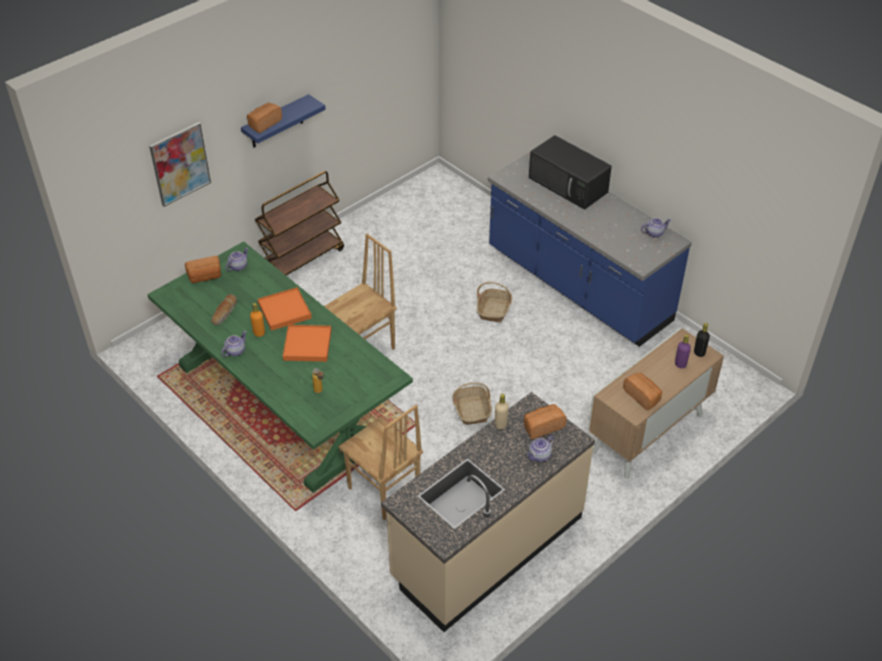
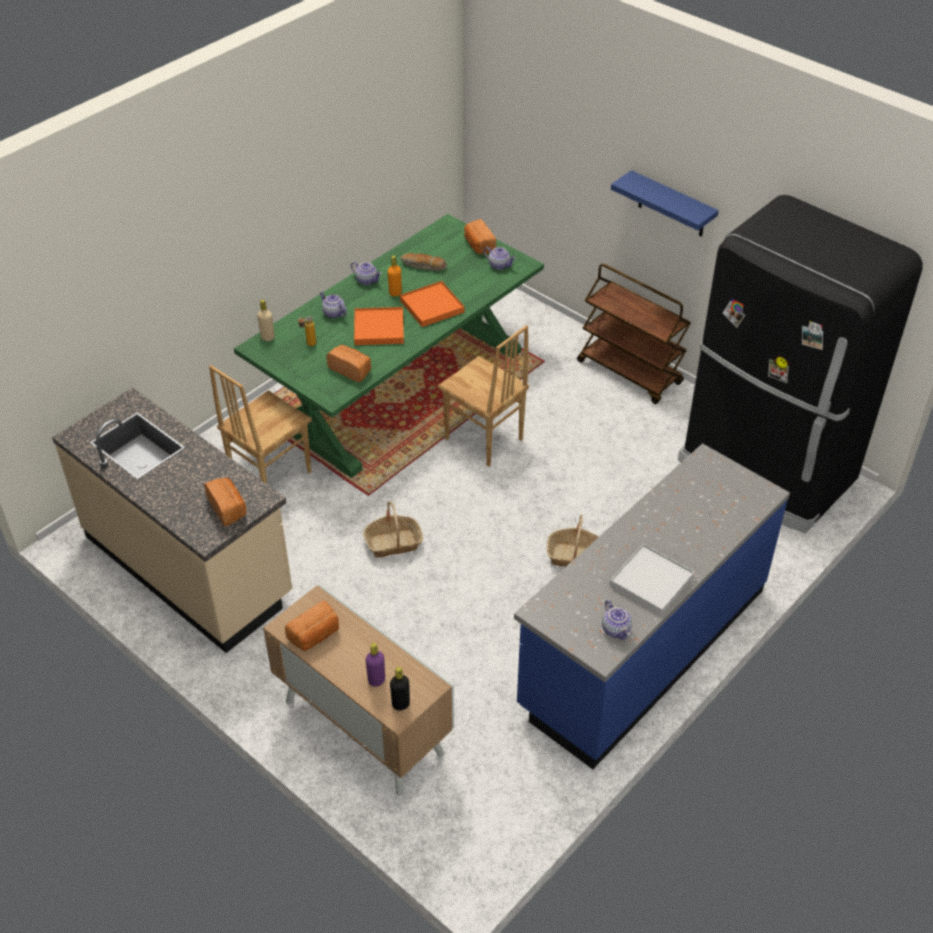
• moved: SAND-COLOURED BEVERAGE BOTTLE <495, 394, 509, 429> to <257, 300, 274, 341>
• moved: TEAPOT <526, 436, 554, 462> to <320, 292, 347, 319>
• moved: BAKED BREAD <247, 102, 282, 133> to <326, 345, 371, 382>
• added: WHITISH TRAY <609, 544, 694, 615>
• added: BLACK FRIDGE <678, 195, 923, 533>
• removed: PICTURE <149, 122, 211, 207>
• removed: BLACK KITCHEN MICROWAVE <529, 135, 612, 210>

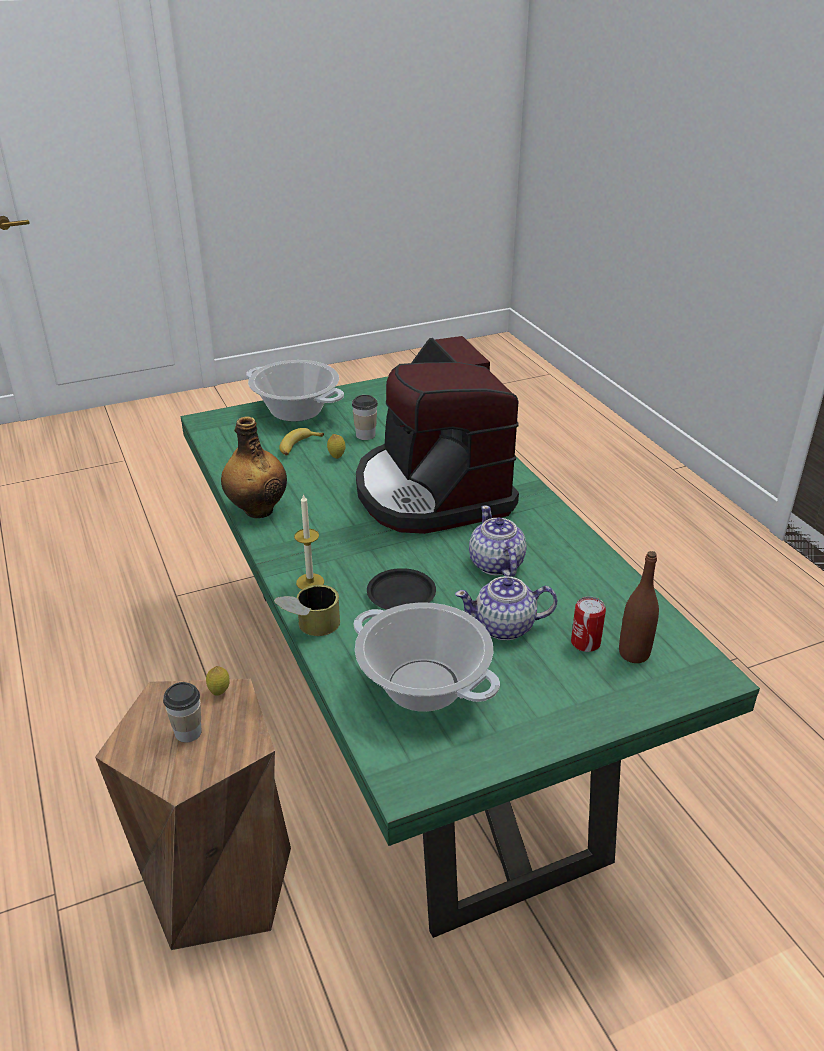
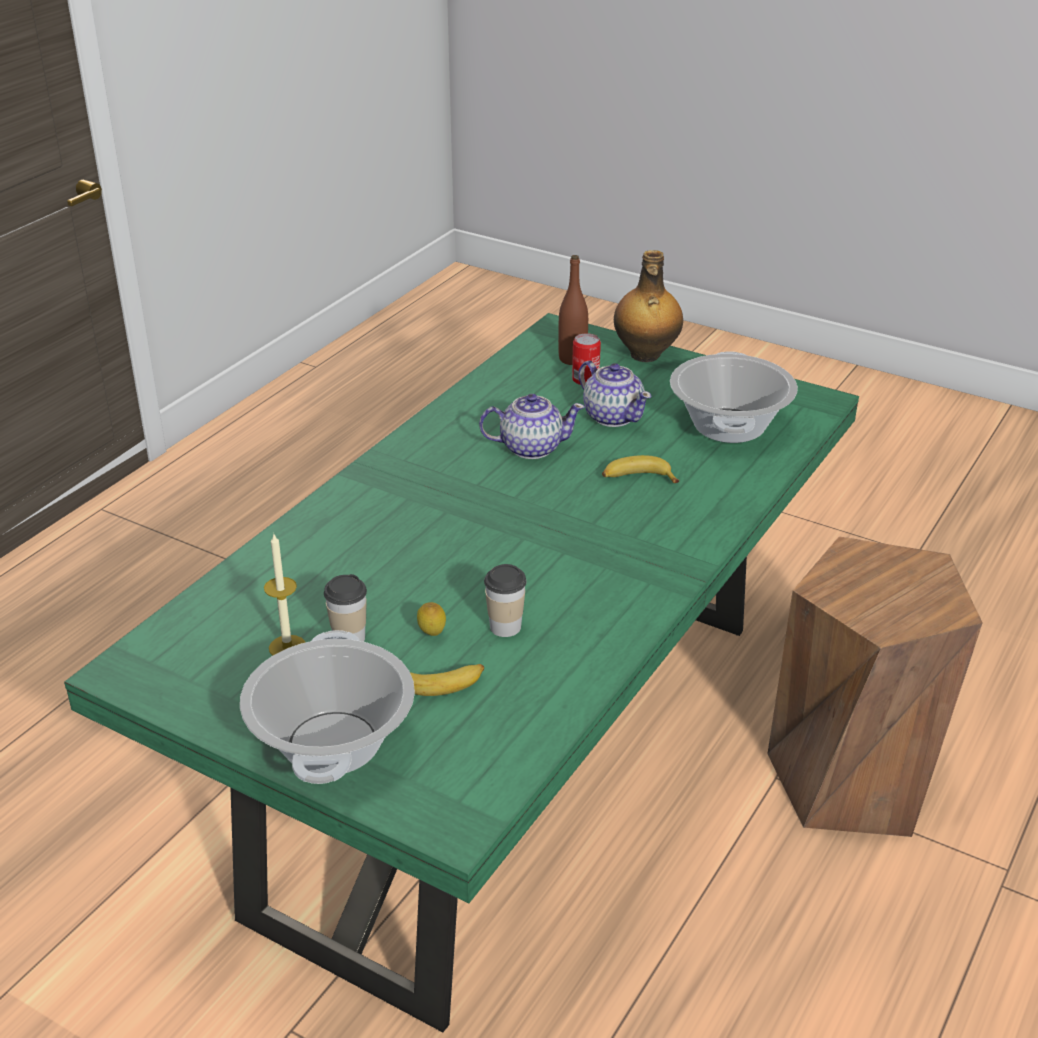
• moved: WAX CANDLE <294, 493, 324, 590> to <264, 534, 305, 656>
• turned: TEAPOT <469, 505, 527, 577> = <479, 394, 585, 459> 135 degrees counterclockwise
• moved: CUP <163, 682, 202, 743> to <484, 564, 527, 637>
• replaced: BLACK FLAT DISH <367, 568, 436, 610> to BANANA <602, 455, 679, 483>
• moved: BEVERAGE BOTTLE <221, 416, 287, 518> to <614, 250, 683, 362>
• removed: WHOLE LEMON <206, 666, 230, 696>
• removed: METAL CAN <274, 585, 340, 636>
• removed: COFFEE BREWER <356, 336, 519, 534>

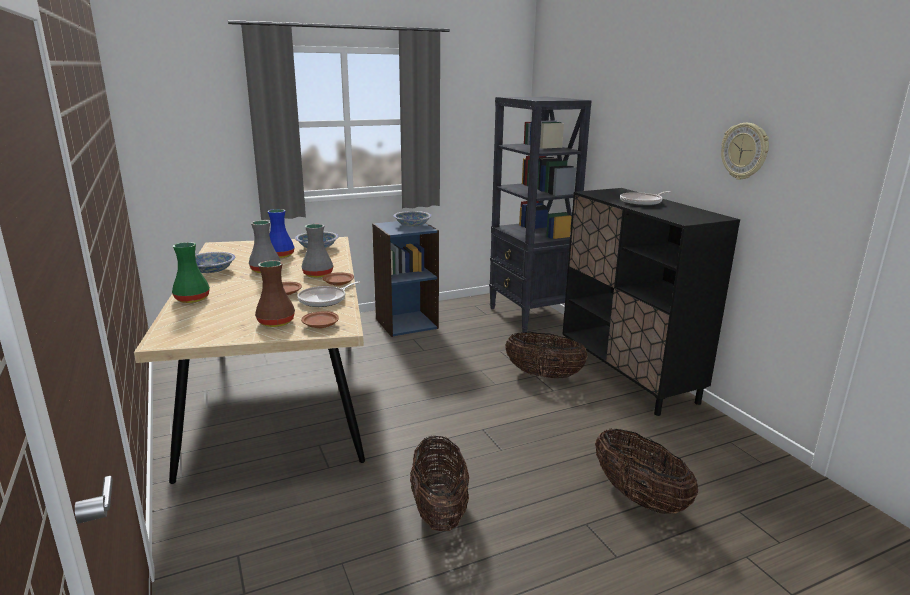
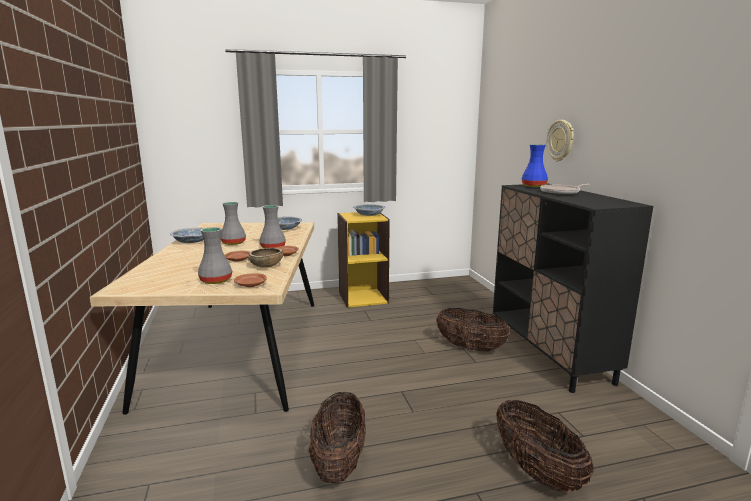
• recoloured: BROWN VASE <255, 260, 295, 327> to GREY VASE <198, 227, 232, 284>
• replaced: PAN <297, 281, 360, 307> to BROWN BOWL <248, 248, 284, 268>
• recoloured: BLUE-COLOURED SHELVING UNIT <372, 221, 439, 337> to YELLOW-COLOURED SHELVING UNIT <337, 212, 390, 308>
• moved: BLUE-COLOURED VASE <268, 209, 295, 258> to <521, 144, 548, 187>
• moved: CLOCK ON THE WALL <721, 123, 769, 180> to <547, 120, 574, 161>
• removed: GREEN-COLOURED VASE <172, 242, 210, 303>
• removed: BLACK SHELVING UNIT <489, 97, 592, 332>

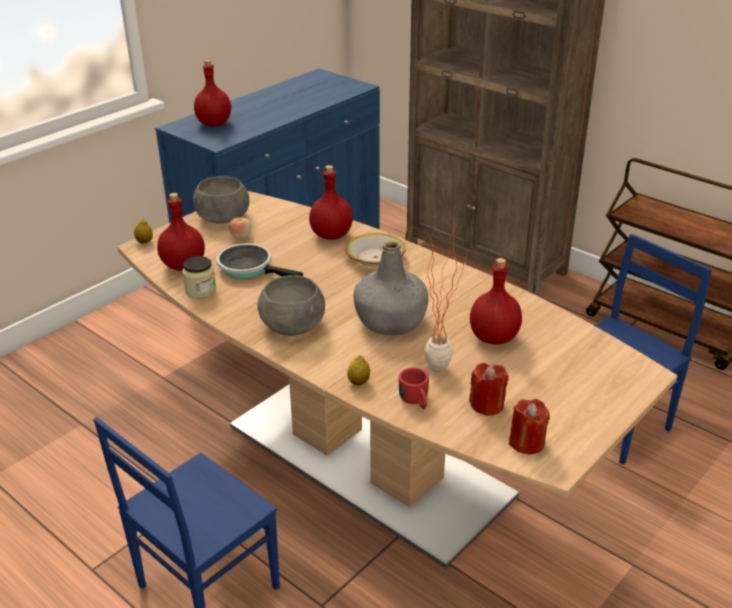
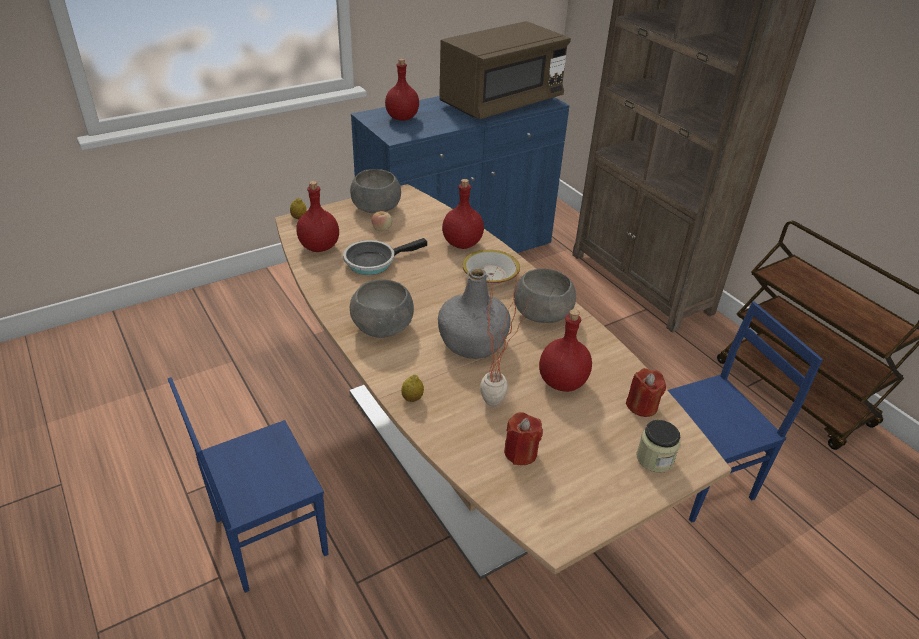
• turned: PAN <216, 243, 303, 279> = <343, 238, 427, 275> 75 degrees counterclockwise
• added: BROWN KITCHEN MICROWAVE <439, 21, 571, 119>
• added: GREY BOWL <514, 269, 576, 323>
• moved: RED WAX CANDLE <509, 399, 550, 454> to <626, 368, 666, 417>
• moved: STORAGE JAR <182, 256, 216, 299> to <637, 420, 680, 473>
• removed: RED TEA MUG <399, 368, 429, 409>

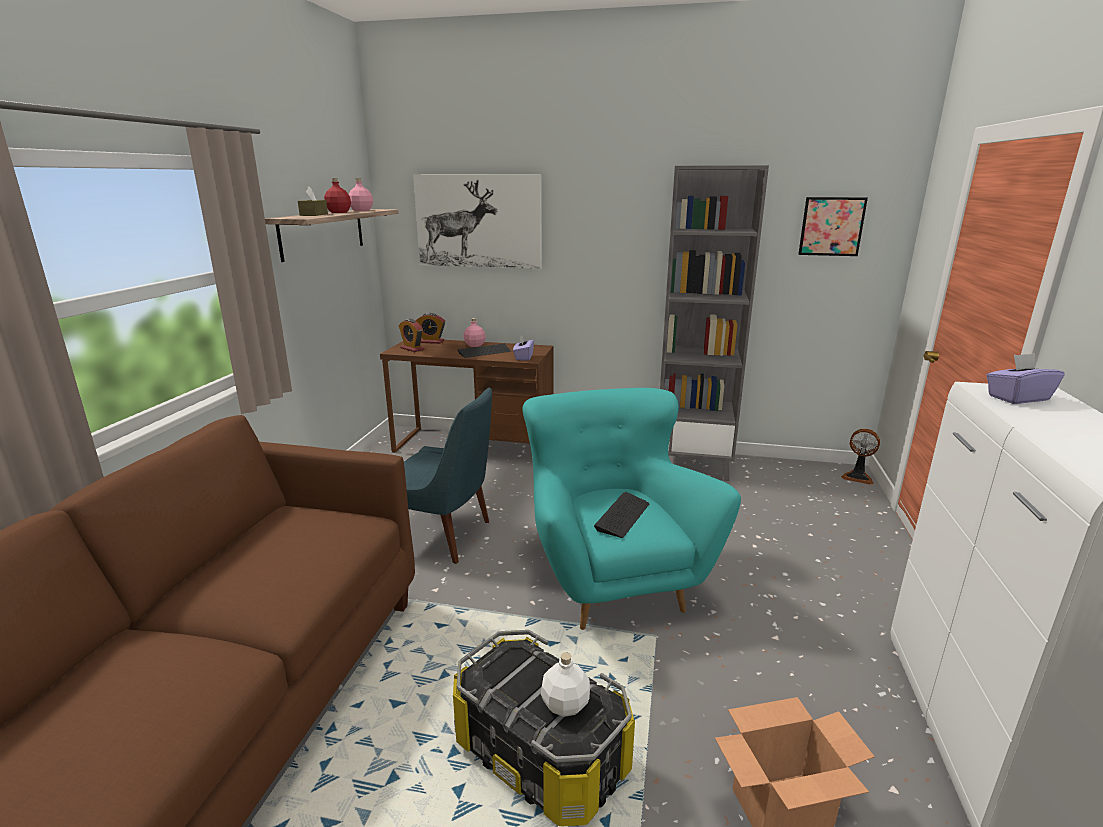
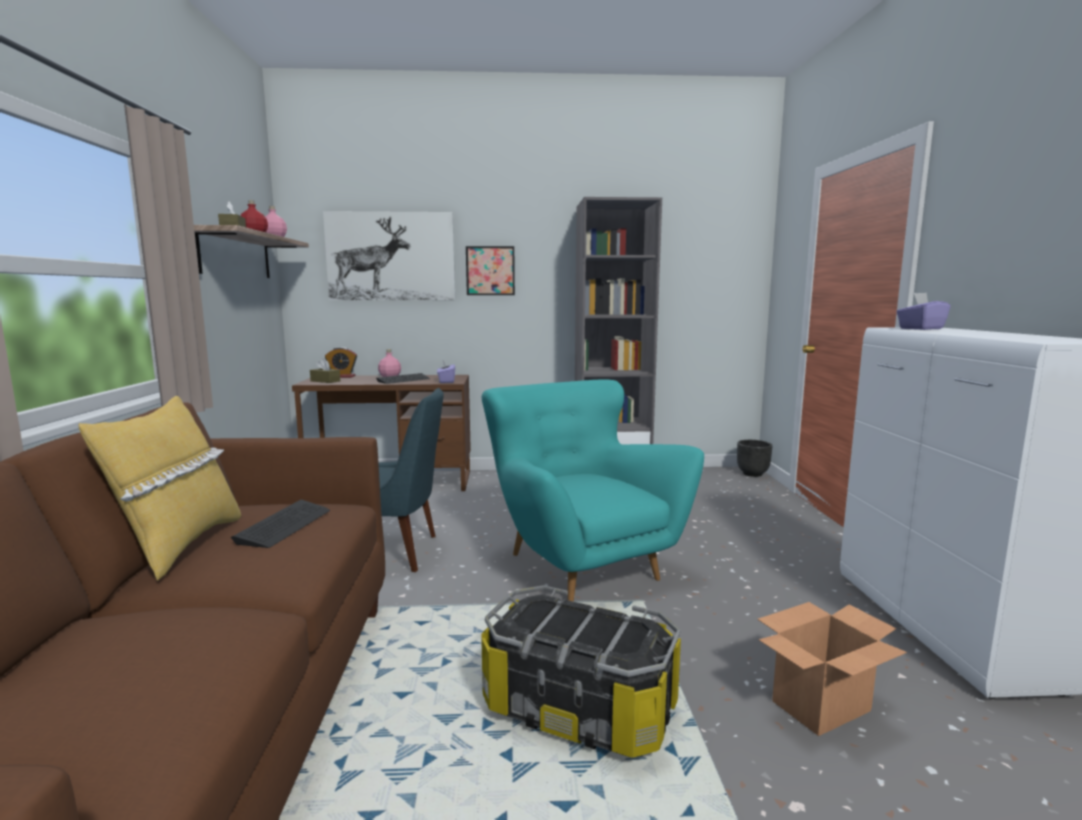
• added: YELLOW-COLOURED THROW PILLOW <79, 396, 241, 581>
• moved: KEYBOARD <594, 492, 649, 538> to <231, 500, 330, 548>
• replaced: TABLE CLOCK <399, 319, 425, 352> to BROWN TISSUE HOLDER <310, 359, 340, 383>
• moved: PICTURE <798, 197, 868, 256> to <466, 246, 515, 295>
• replaced: ELECTRIC FAN <841, 429, 880, 485> to BLACK PLANT POT <737, 440, 772, 477>
• removed: WHITISH BEVERAGE BOTTLE <541, 652, 590, 717>

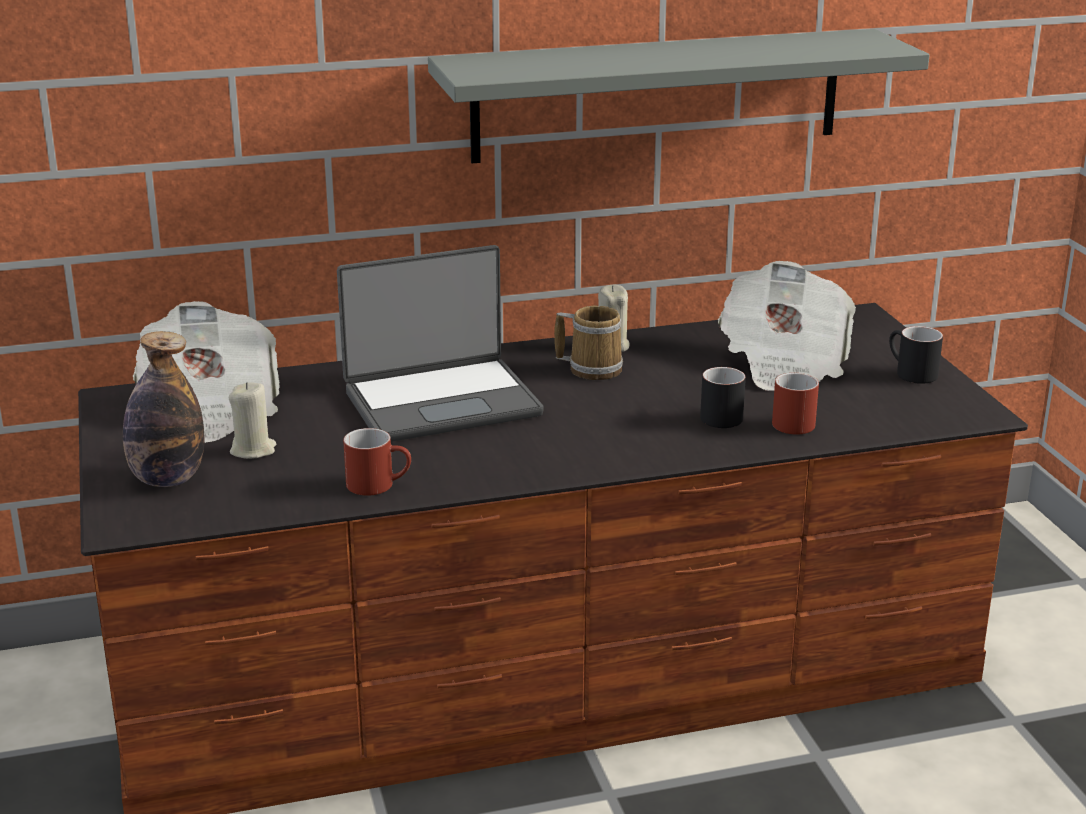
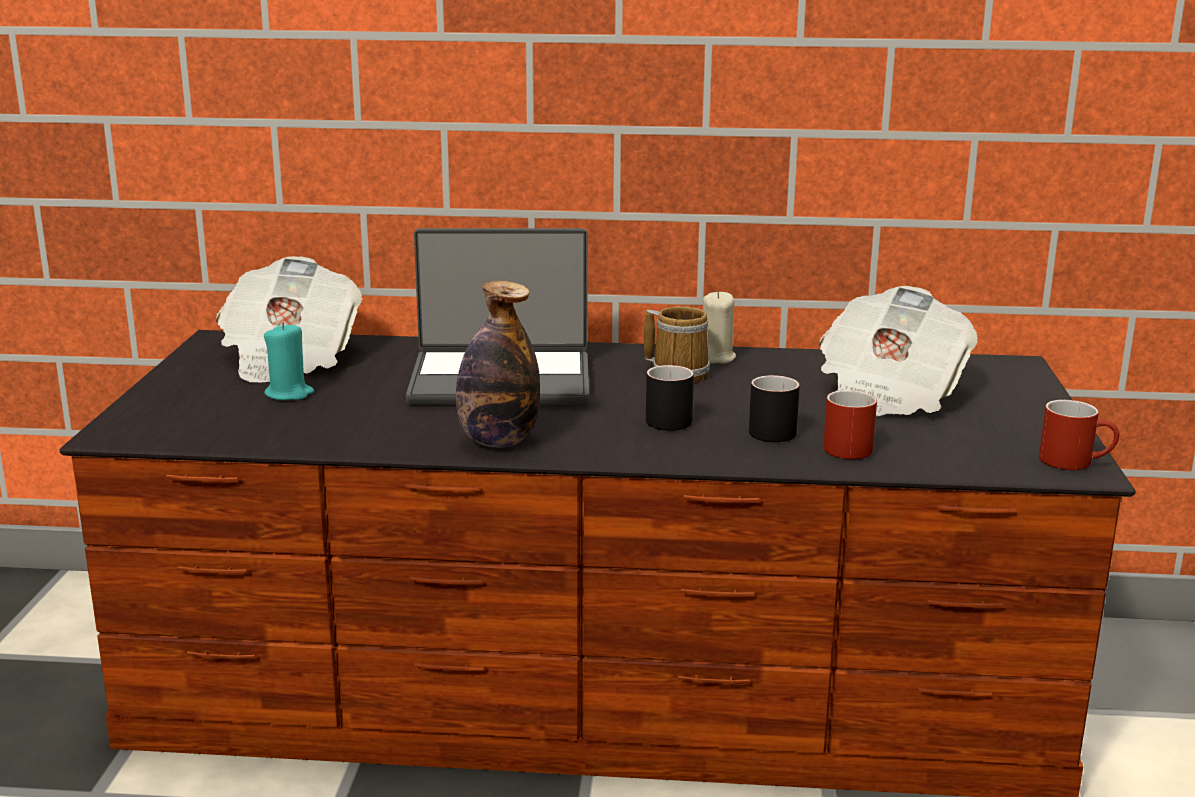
• recoloured: SAND-COLOURED WAX CANDLE <229, 382, 276, 459> to BLUE-GREEN WAX CANDLE <264, 322, 314, 400>
• moved: BEVERAGE BOTTLE <123, 331, 204, 487> to <456, 281, 540, 447>
• moved: BLACK TEA MUG <889, 326, 943, 384> to <646, 365, 694, 431>
• moved: RED TEA MUG <343, 428, 411, 496> to <1039, 400, 1119, 470>
• removed: GREY BRACKET SHELF <428, 29, 930, 163>

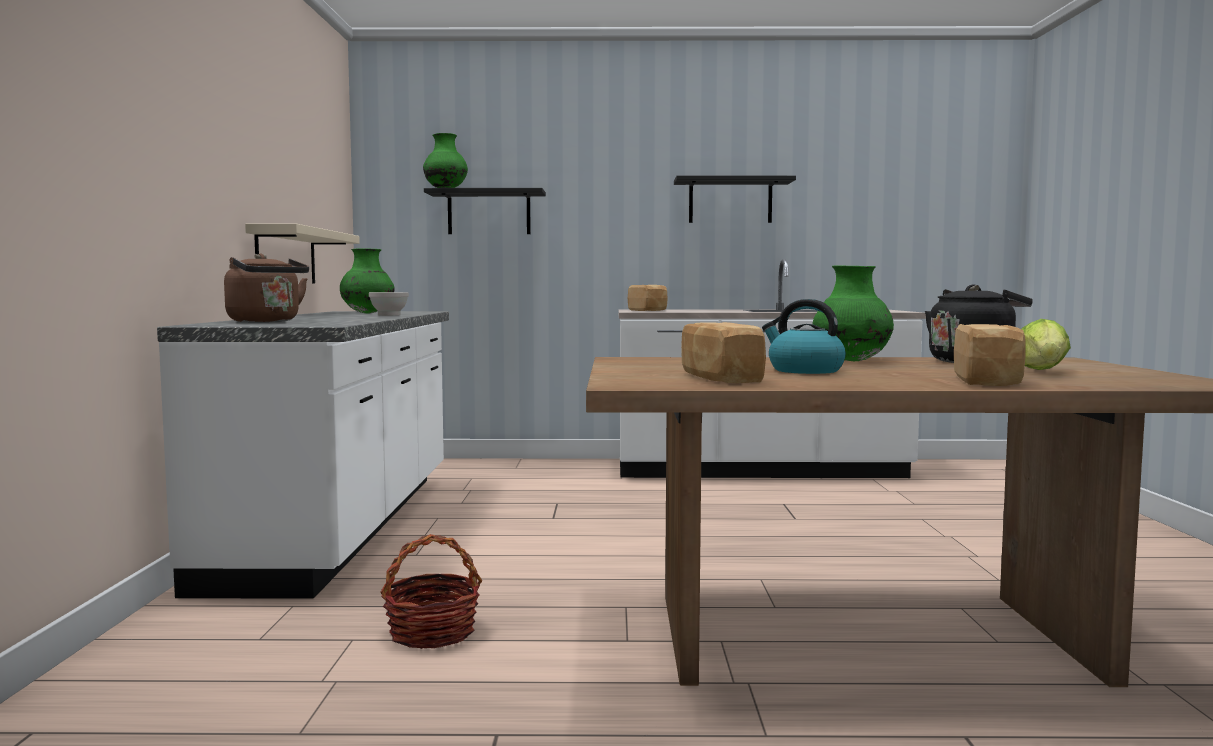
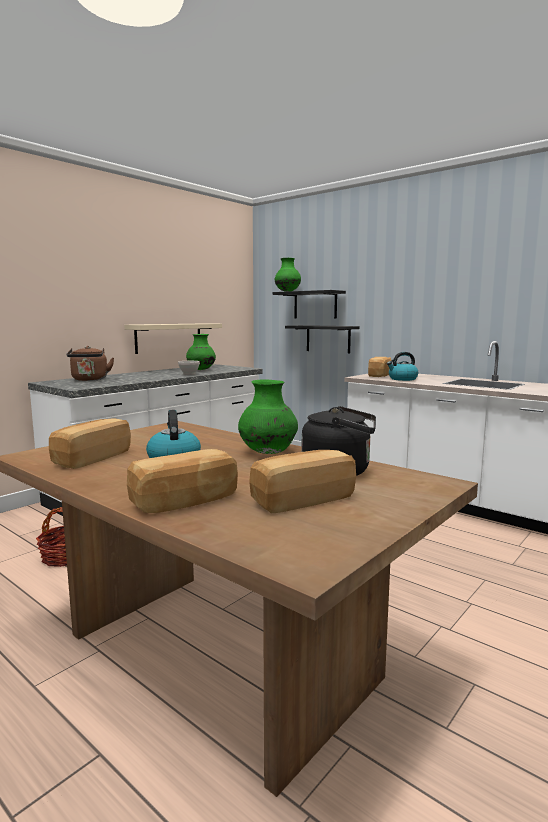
• replaced: LETTUCE HEAD <1022, 319, 1071, 370> to BAKED BREAD <249, 450, 356, 513>
• moved: BLACK BRACKET SHELF <674, 175, 796, 223> to <285, 325, 360, 353>
• added: KETTLE <387, 352, 419, 381>

